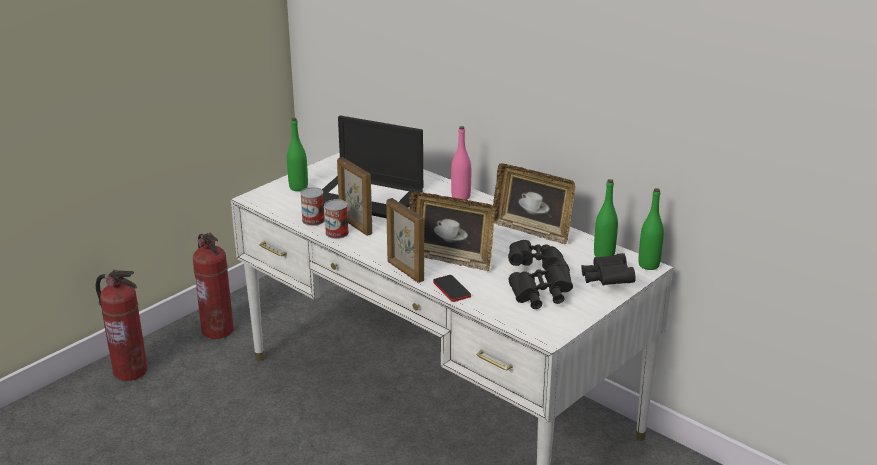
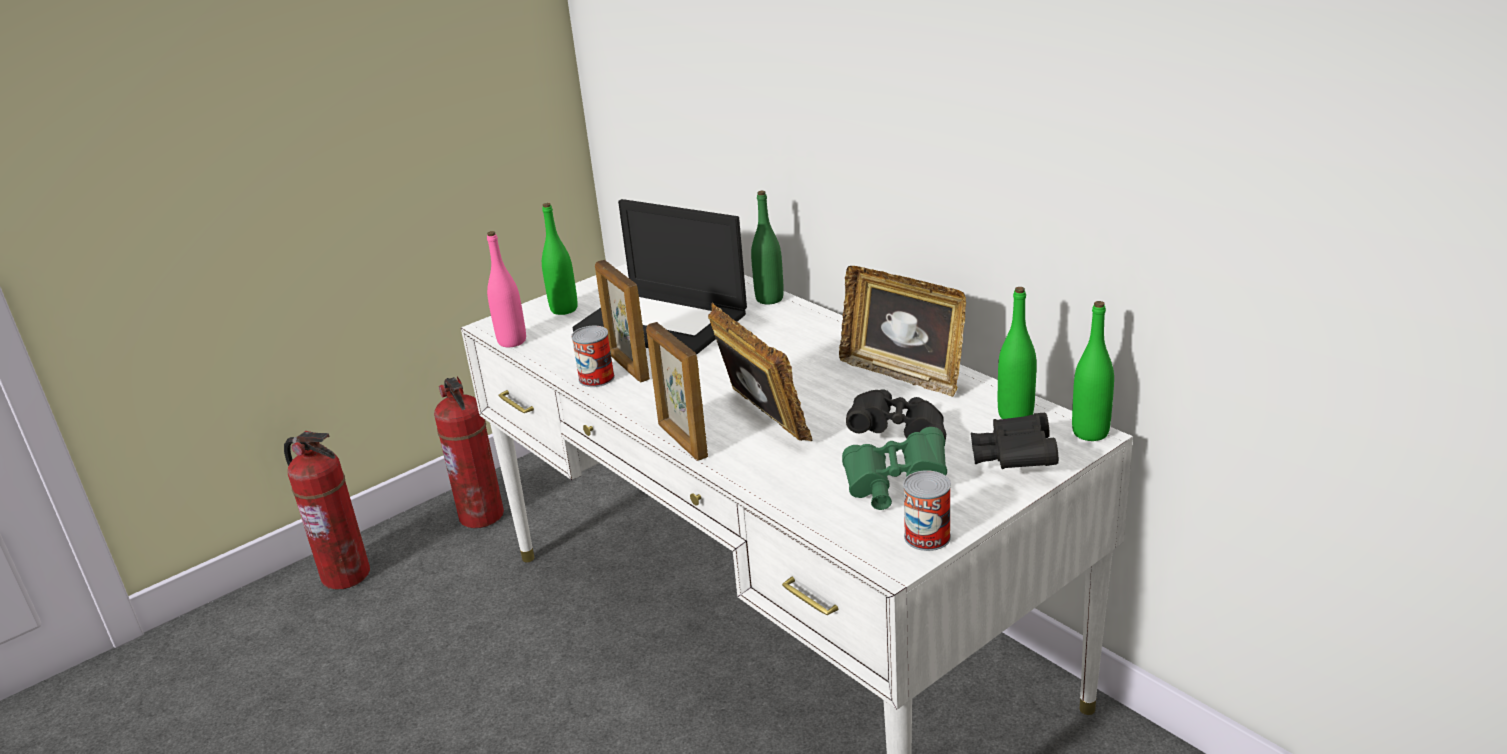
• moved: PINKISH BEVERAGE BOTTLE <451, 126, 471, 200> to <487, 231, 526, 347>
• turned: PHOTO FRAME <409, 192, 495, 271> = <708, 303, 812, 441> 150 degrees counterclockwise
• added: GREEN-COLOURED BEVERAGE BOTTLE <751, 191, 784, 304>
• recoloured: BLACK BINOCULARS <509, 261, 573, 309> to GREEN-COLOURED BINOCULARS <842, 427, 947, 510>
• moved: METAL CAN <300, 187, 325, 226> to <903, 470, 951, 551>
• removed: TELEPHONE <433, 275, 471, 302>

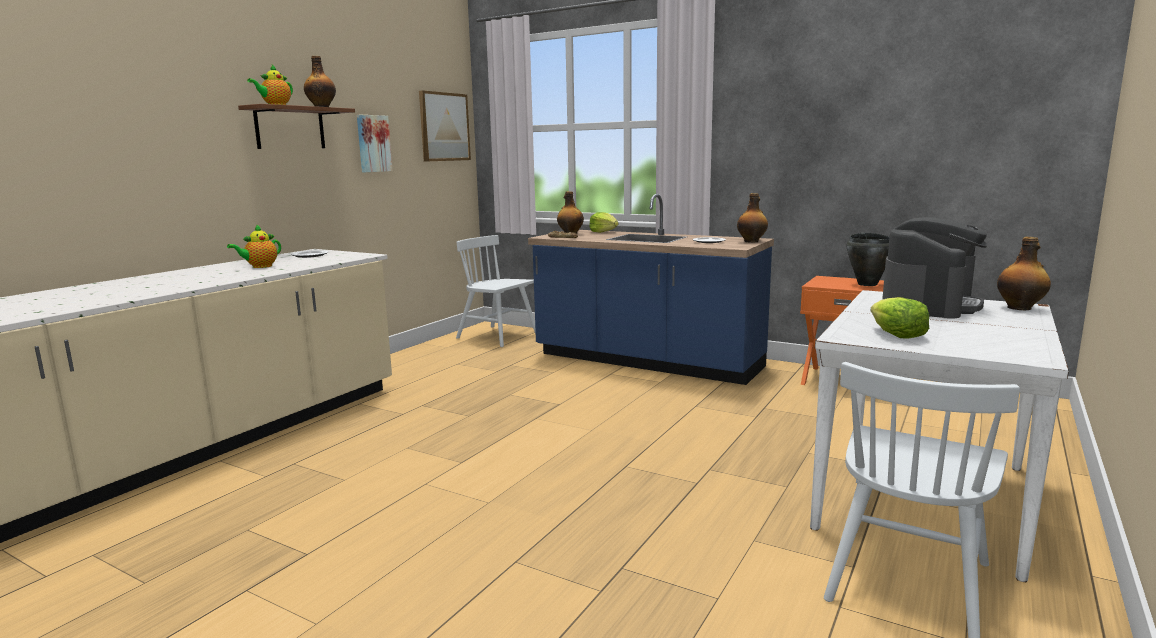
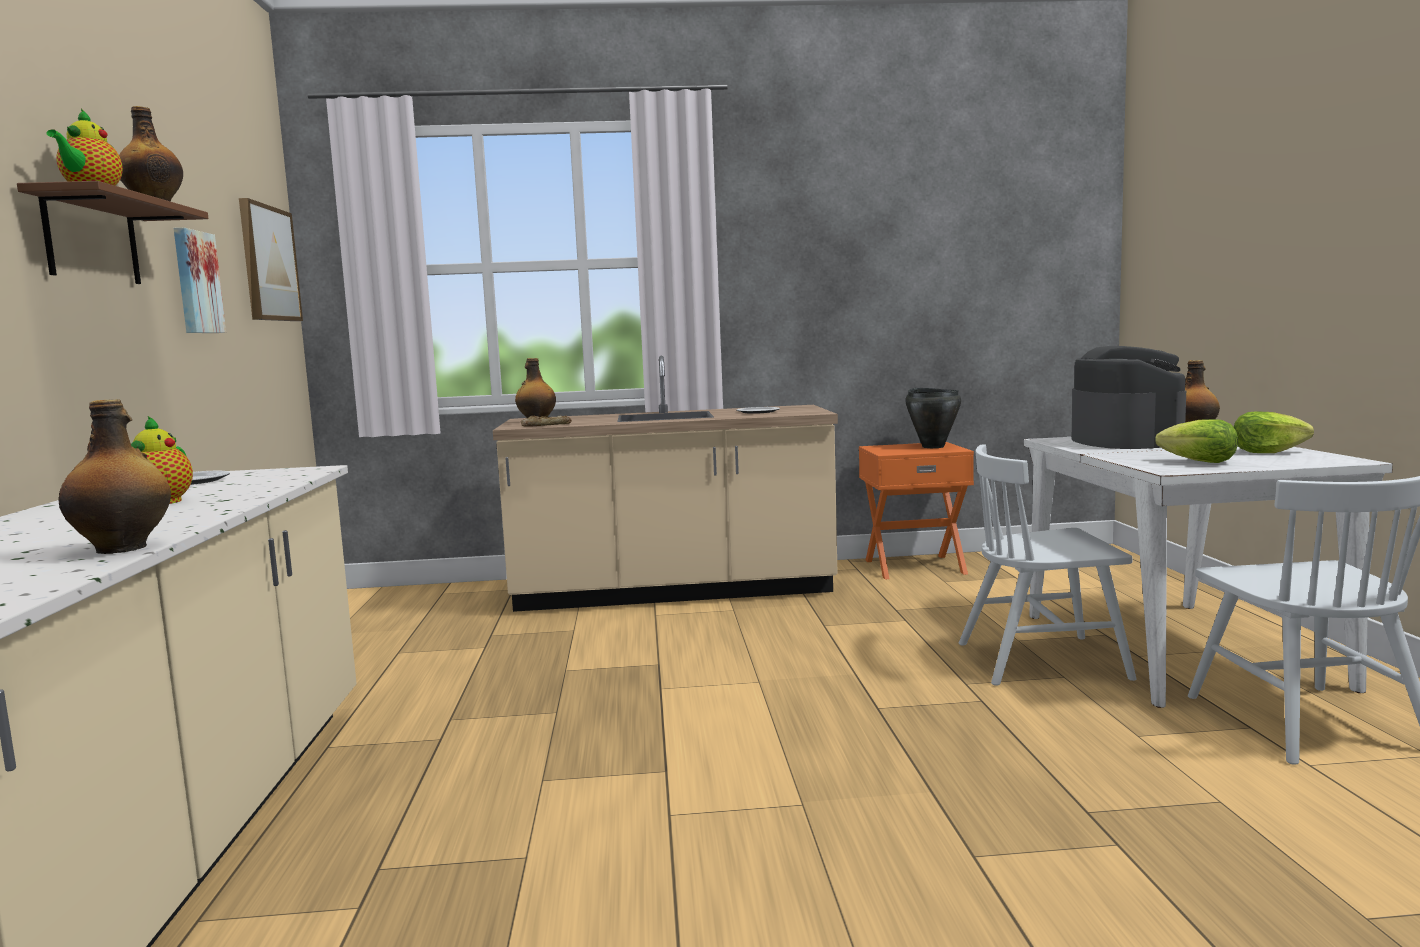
• moved: BEVERAGE BOTTLE <737, 193, 768, 242> to <59, 399, 171, 554>
• recoloured: BLUE-COLOURED KITCHEN BASE UNIT <528, 194, 774, 385> to SAND-COLOURED KITCHEN BASE UNIT <493, 356, 838, 612>
• moved: WHITISH UPRIGHT CHAIR <456, 235, 536, 347> to <959, 444, 1137, 686>
• moved: LETTUCE HEAD <589, 212, 619, 233> to <1234, 411, 1314, 453>

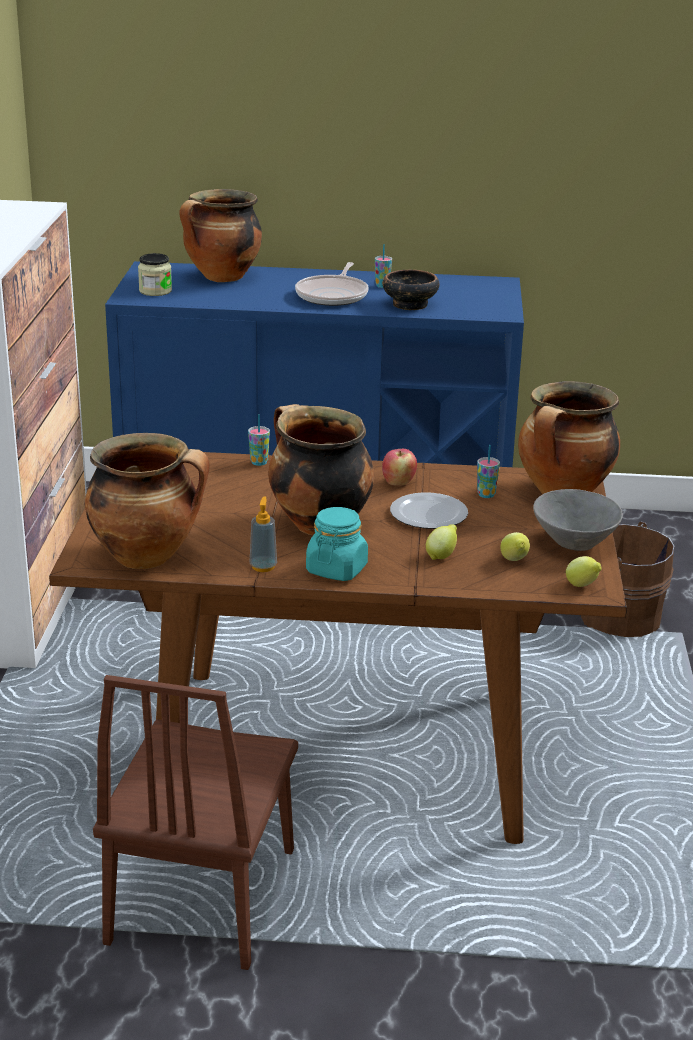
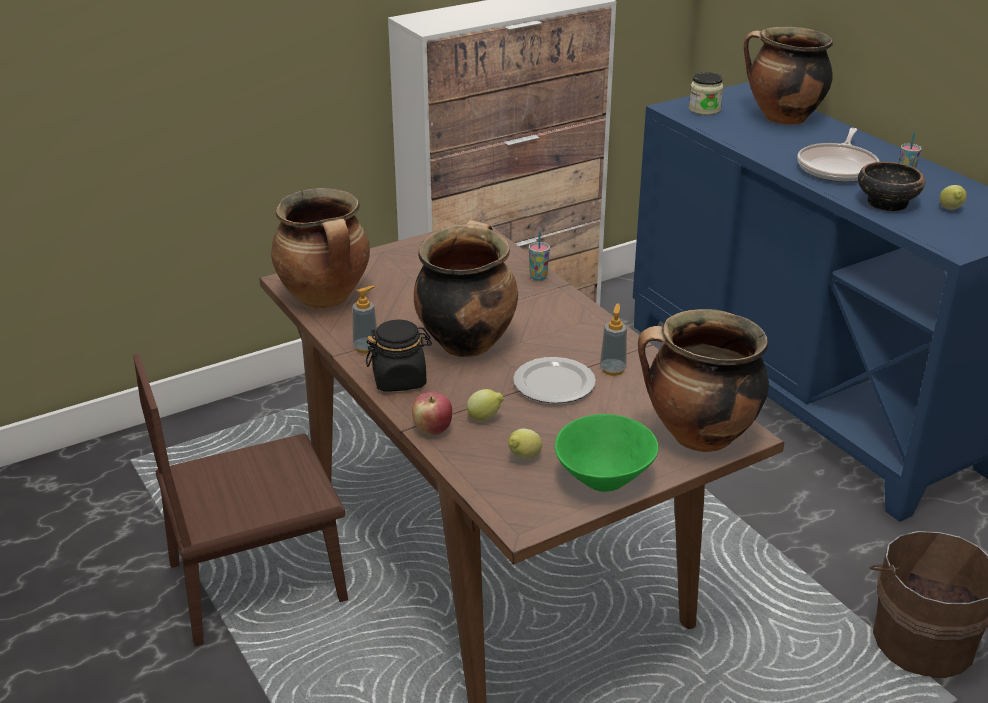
• recoloured: BLUE-GREEN STORAGE JAR <306, 507, 368, 581> to BLACK STORAGE JAR <366, 319, 432, 392>
• moved: APPLE <382, 449, 417, 486> to <412, 392, 452, 435>
• recoloured: GREY BOWL <533, 489, 623, 551> to GREEN-COLOURED BOWL <555, 414, 659, 492>
• added: LIQUID SOAP BOTTLE <600, 304, 627, 376>
• turned: PAN <295, 262, 368, 306> = <797, 128, 879, 182> 45 degrees counterclockwise
• moved: WHOLE LEMON <566, 556, 602, 587> to <940, 185, 967, 210>
• removed: CUP <477, 445, 500, 498>

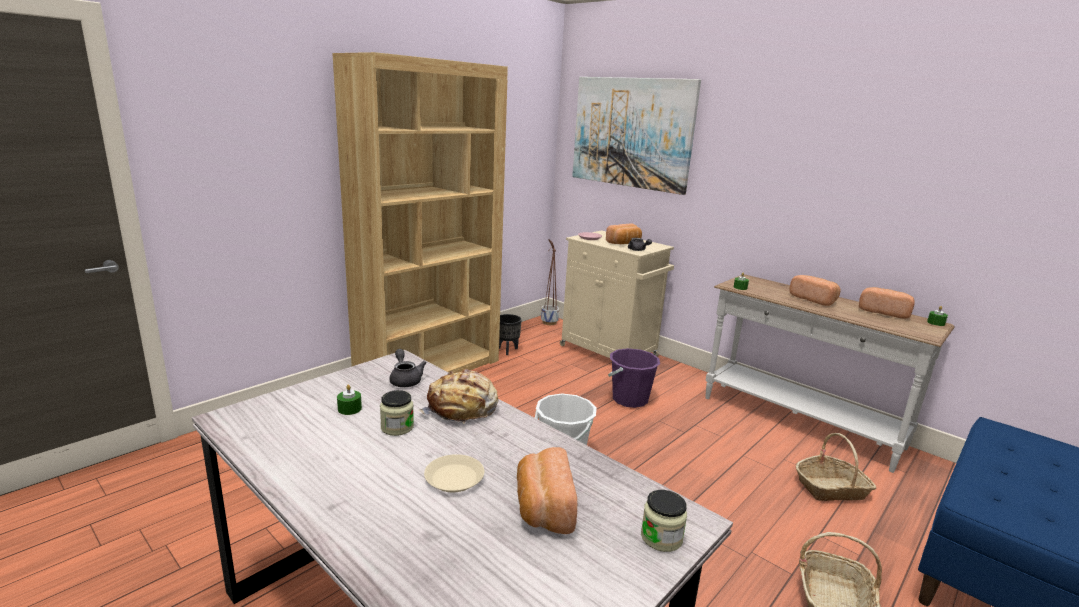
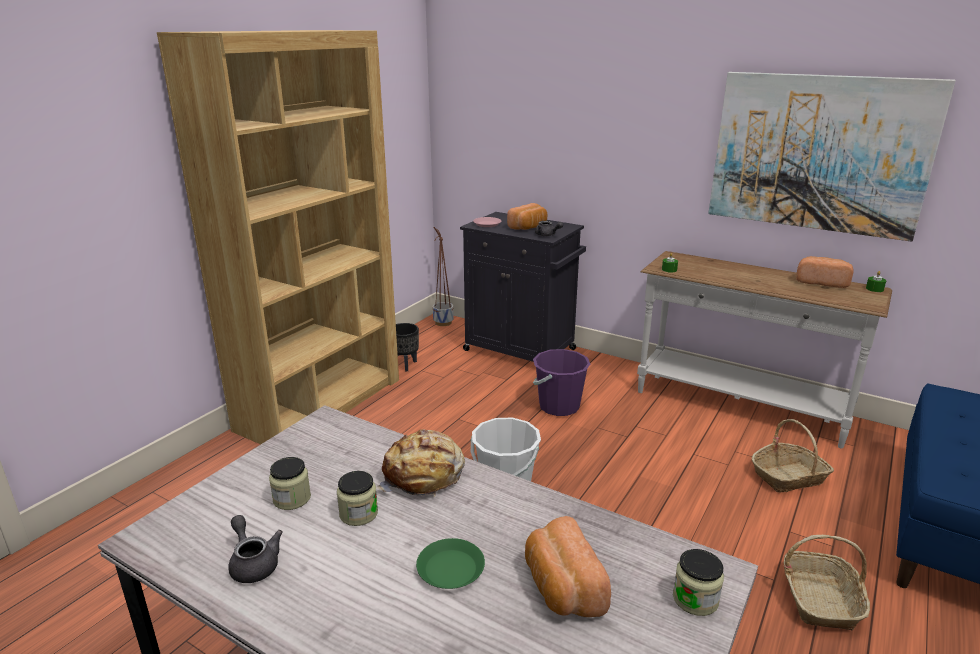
• moved: GREY TEAPOT <389, 349, 427, 387> to <228, 515, 283, 583>
• replaced: GREEN-COLOURED WAX CANDLE <337, 384, 362, 415> to STORAGE JAR <269, 457, 311, 510>
• recoloured: SAND-COLOURED FLAT DISH <424, 454, 484, 492> to GREEN-COLOURED FLAT DISH <416, 538, 485, 589>
• recoloured: SAND-COLOURED CUPBOARD <560, 230, 674, 358> to BLACK CUPBOARD <460, 212, 586, 362>
• moved: PICTURE <572, 77, 701, 195> to <708, 72, 956, 242>
• removed: BAKED BREAD <789, 275, 840, 306>

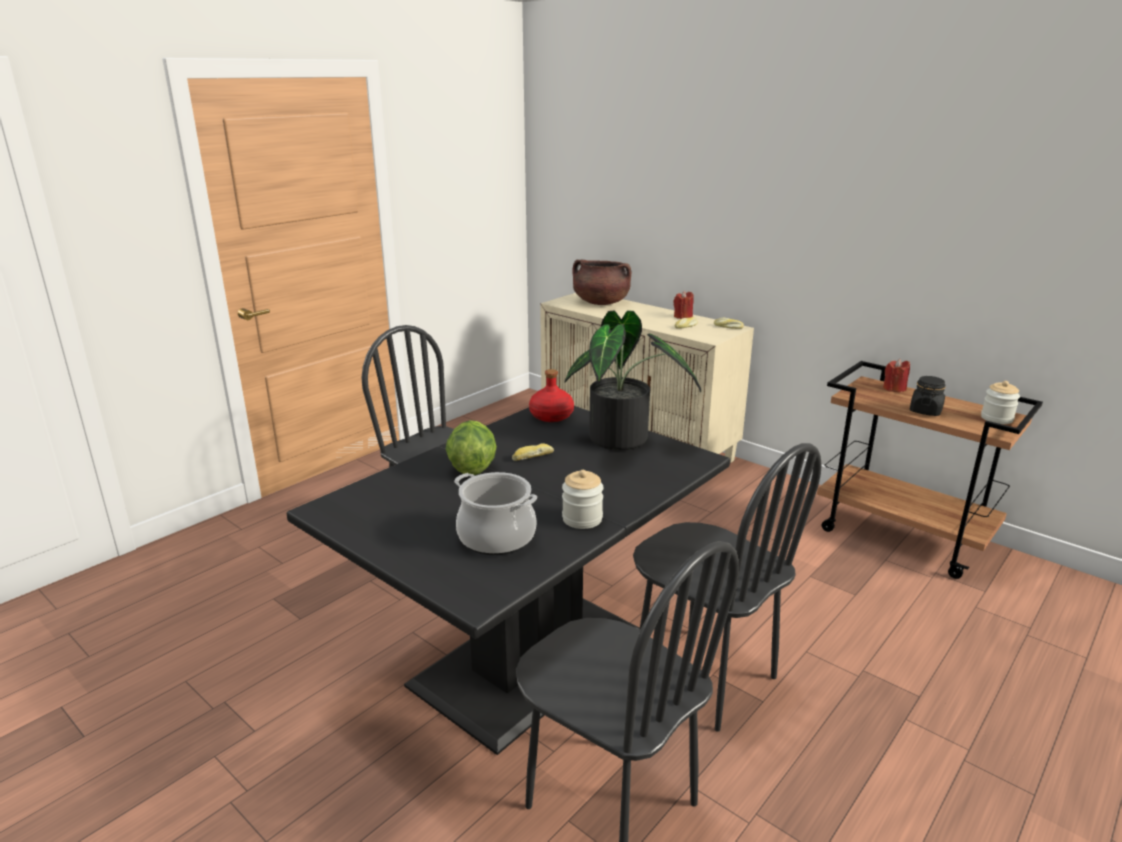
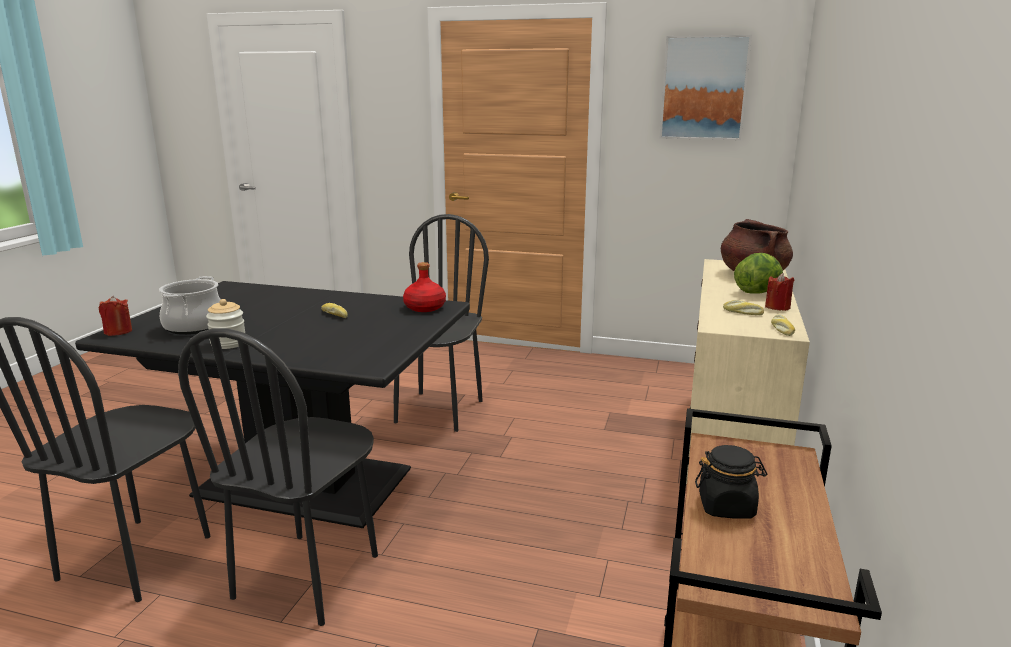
• moved: RED WAX CANDLE <883, 359, 910, 392> to <99, 296, 132, 336>
• added: PICTURE <660, 35, 752, 140>
• moved: LETTUCE HEAD <446, 420, 497, 475> to <734, 253, 783, 294>
• removed: HOUSEPLANT <564, 310, 701, 450>
• removed: STORAGE JAR <981, 381, 1020, 424>

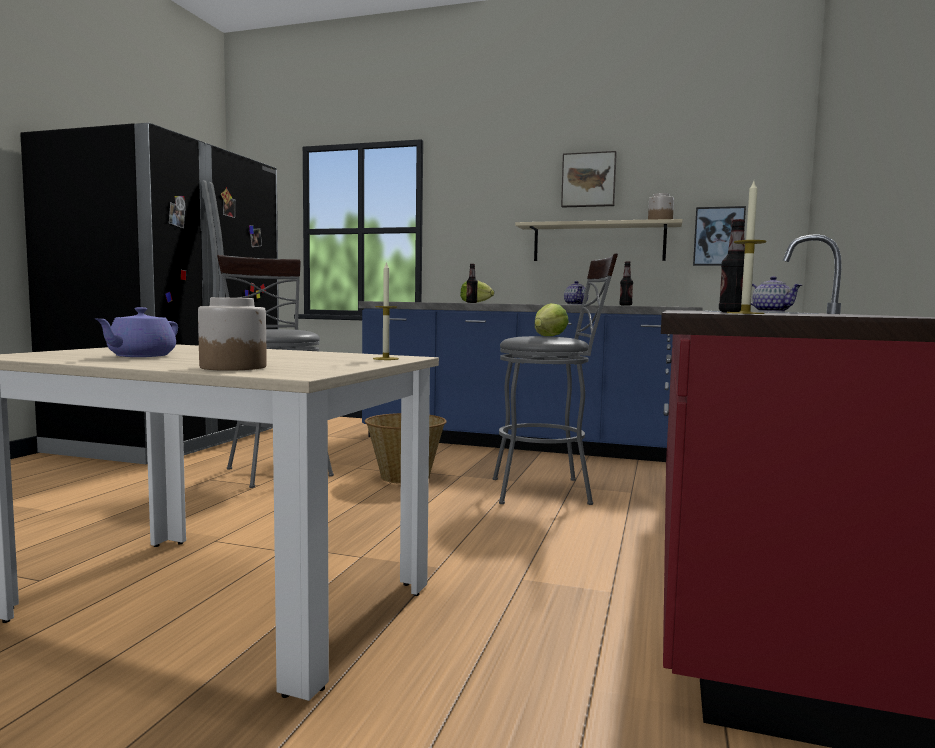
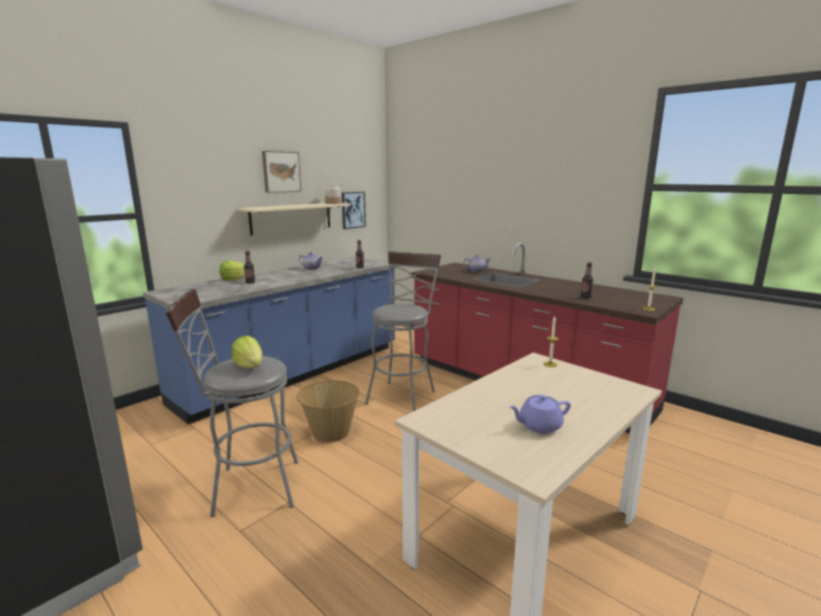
• moved: LETTUCE HEAD <535, 303, 569, 336> to <232, 336, 262, 368>
• turned: PURPLISH TEAPOT <95, 307, 178, 357> = <509, 395, 571, 434> 120 degrees clockwise
• removed: STORAGE JAR <198, 297, 267, 371>

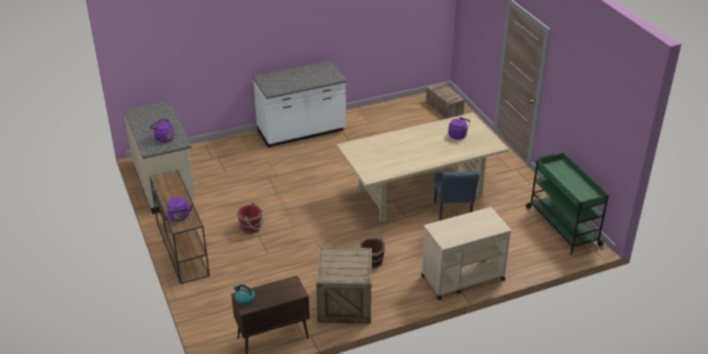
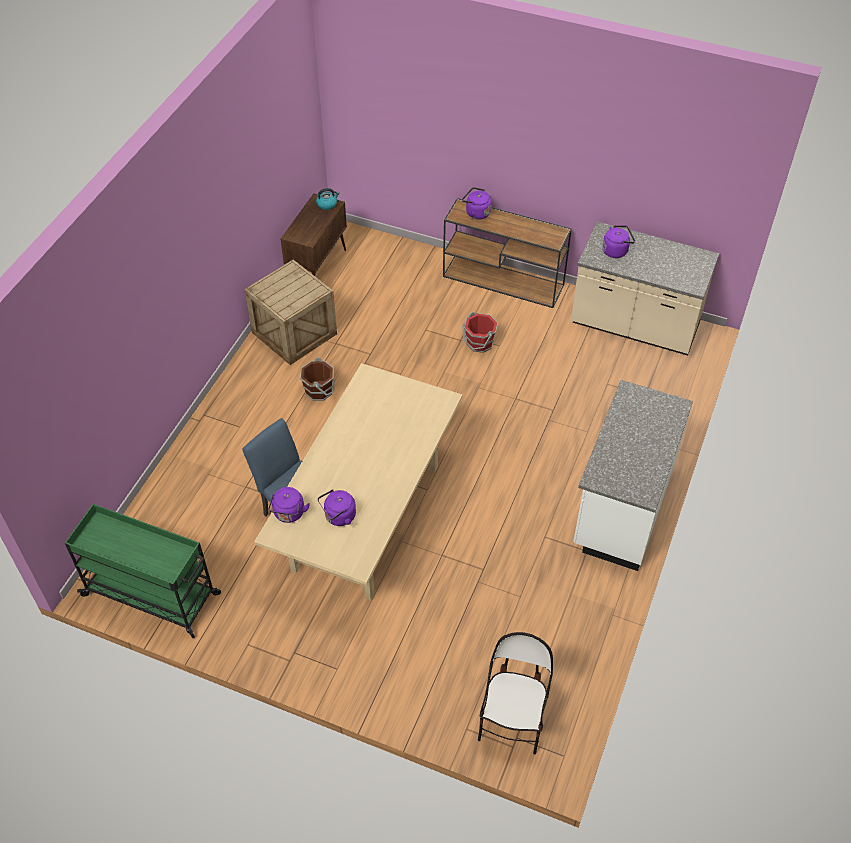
• added: PURPLISH KETTLE <268, 487, 310, 523>
• replaced: PACKING CRATE <426, 82, 465, 119> to UPRIGHT CHAIR <478, 632, 553, 755>
• removed: SAND-COLOURED TROLLEY <421, 207, 511, 300>

